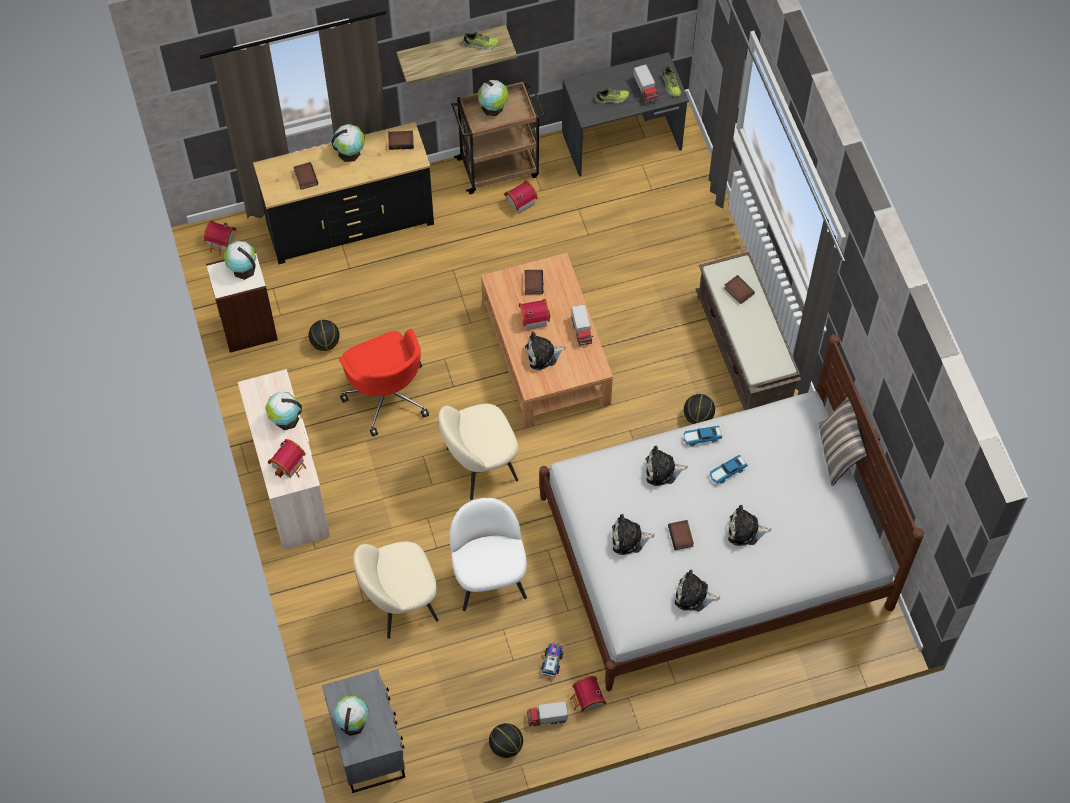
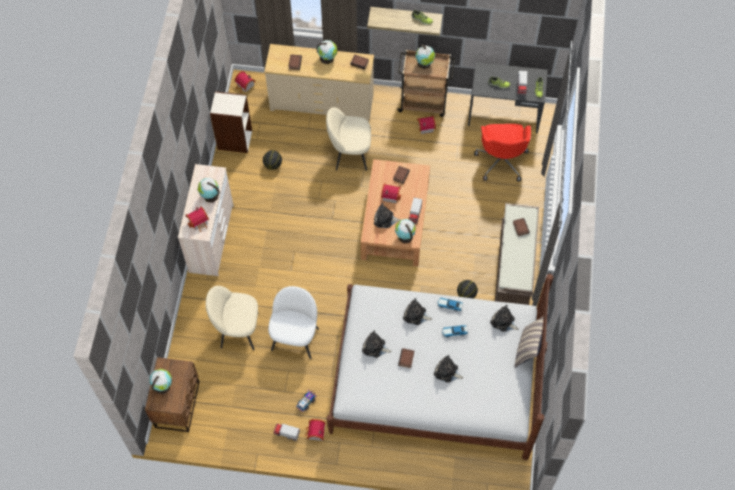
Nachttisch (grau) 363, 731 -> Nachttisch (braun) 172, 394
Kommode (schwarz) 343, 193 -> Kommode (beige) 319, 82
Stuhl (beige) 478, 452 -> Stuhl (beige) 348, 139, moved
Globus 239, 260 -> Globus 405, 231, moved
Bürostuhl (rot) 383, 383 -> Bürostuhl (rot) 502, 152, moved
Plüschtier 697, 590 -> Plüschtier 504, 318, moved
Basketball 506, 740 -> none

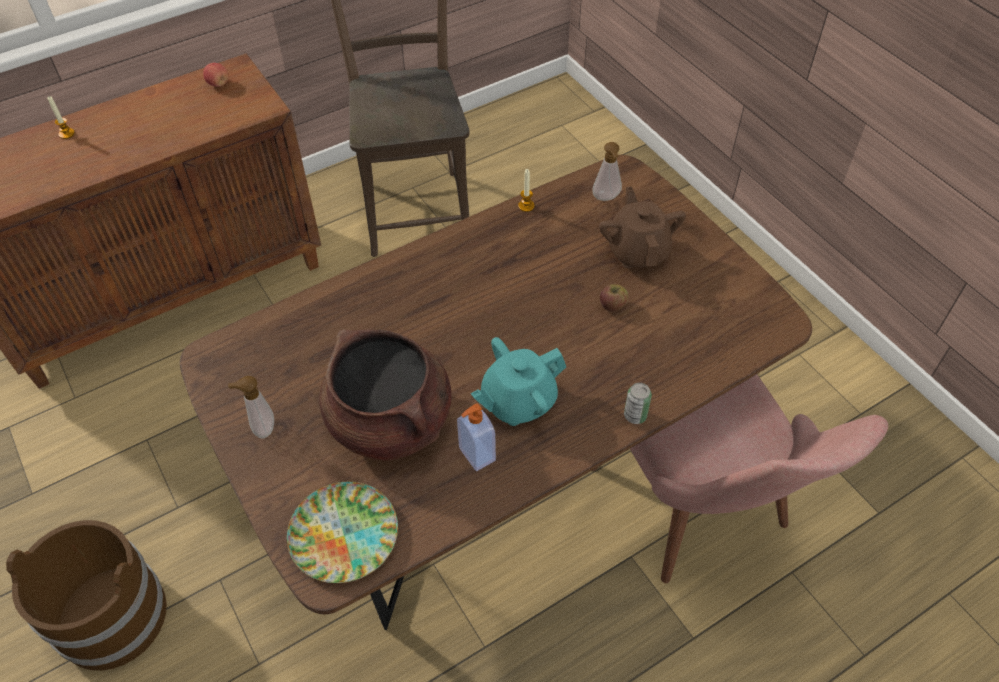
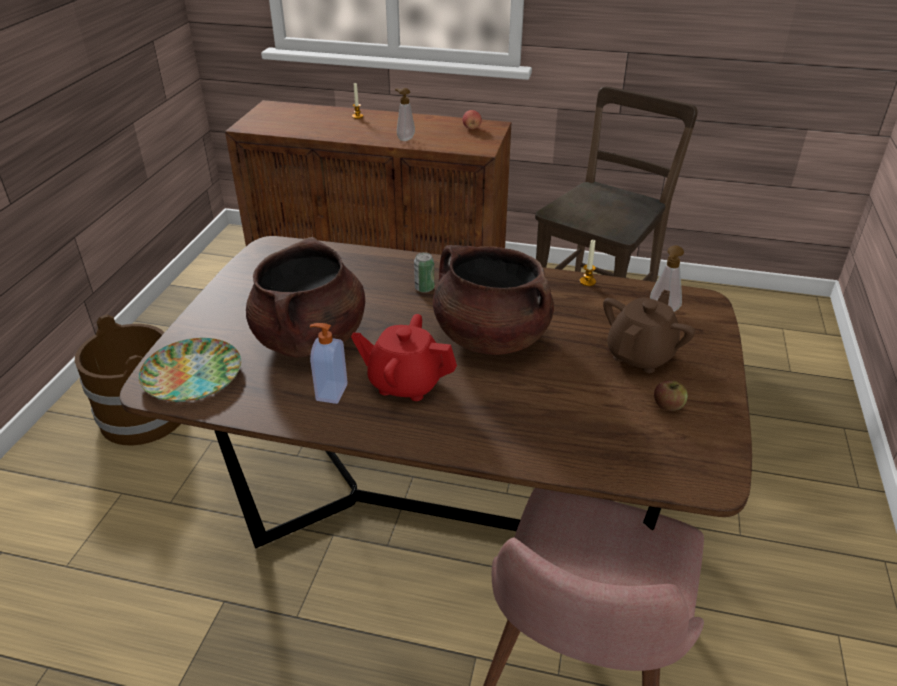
Teekanne (türkis) 518, 381 -> Teekanne (rot) 404, 357
Seifenspender 251, 407 -> Seifenspender 405, 114, moved
Dose 638, 403 -> Dose 424, 272, moved
none -> Kochtopf (braun) 493, 300
Apfel 614, 298 -> Apfel 671, 395, moved

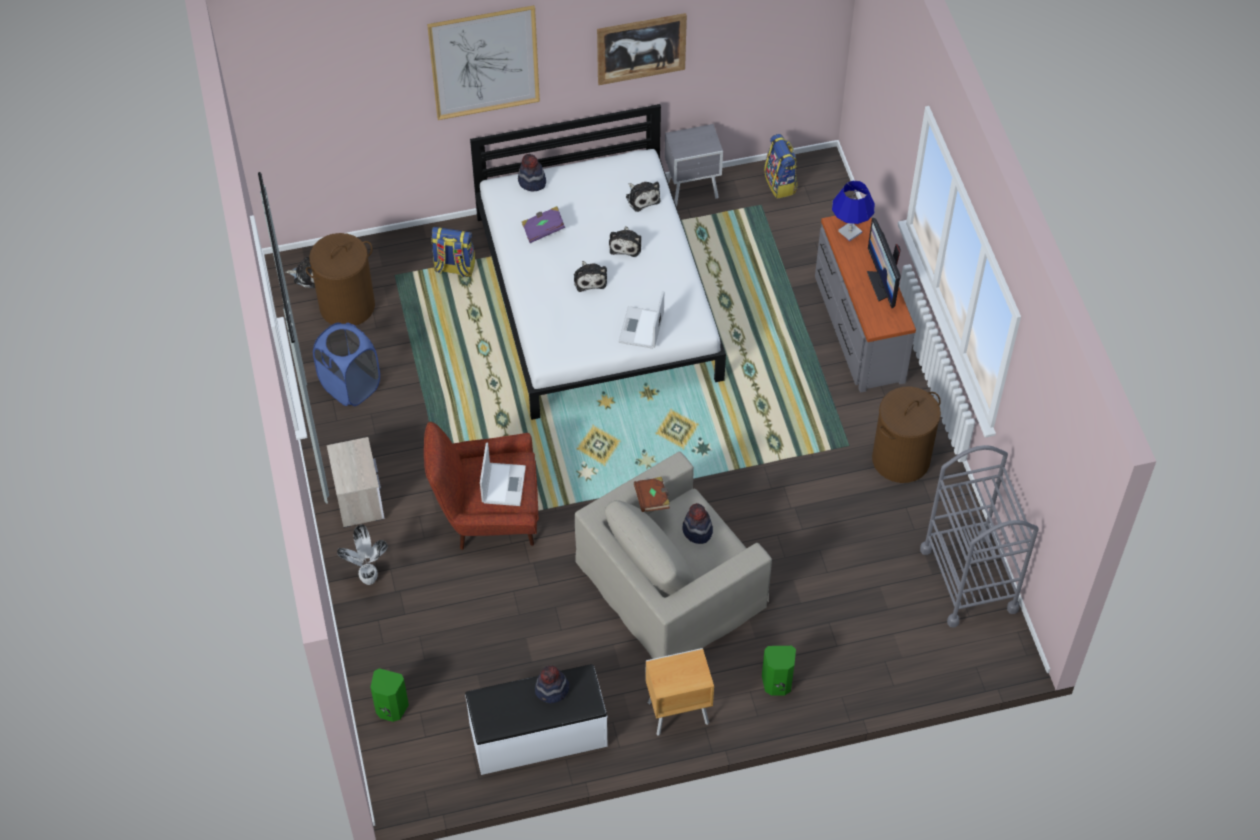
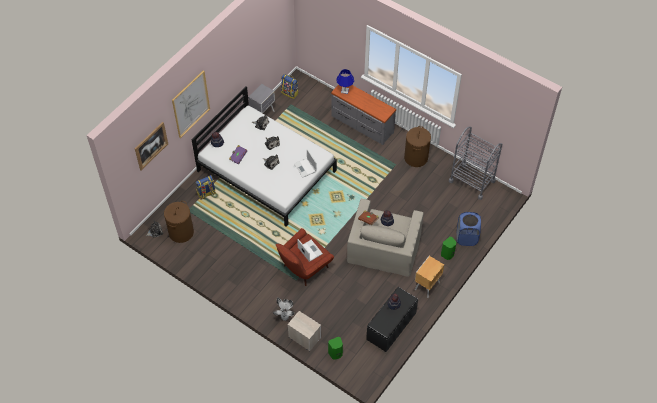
Bild 642, 49 -> Bild 151, 146, moved
Nachttisch 355, 482 -> Nachttisch 304, 331, moved
Bank (weiß) 536, 719 -> Bank (schwarz) 392, 319
Wäschekorb (blau) 346, 364 -> Wäschekorb (blau) 469, 229, moved
Monitor 884, 263 -> none

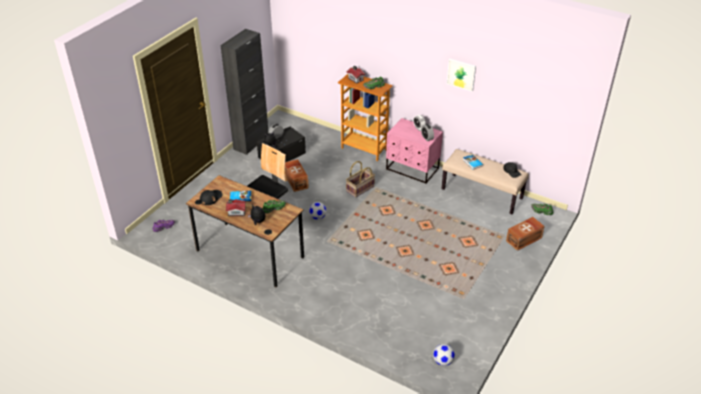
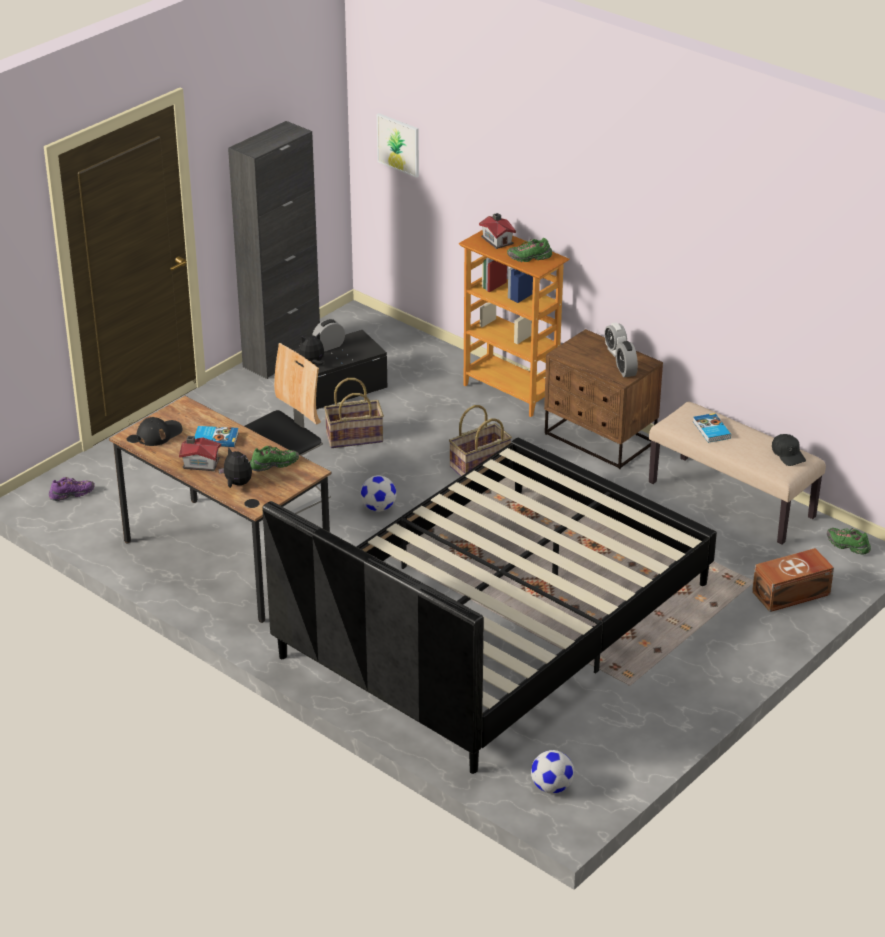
none -> Bett (schwarz) 490, 606
Aufbewahrungsbox (braun) 297, 175 -> Korb 354, 413
Bild 461, 75 -> Bild 398, 145, moved
Nachttisch (rosa) 414, 151 -> Nachttisch (braun) 603, 399

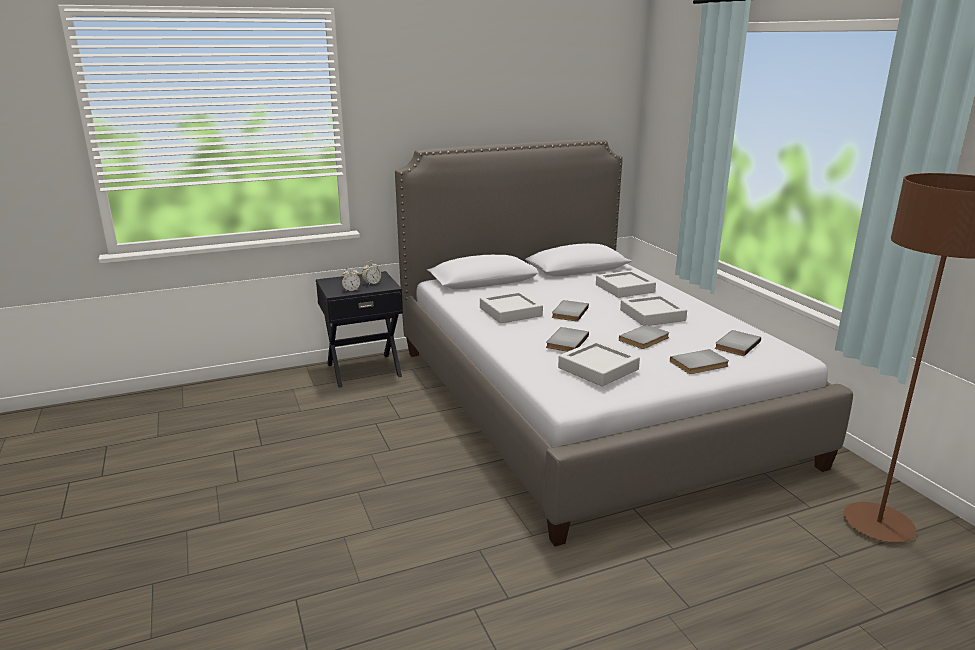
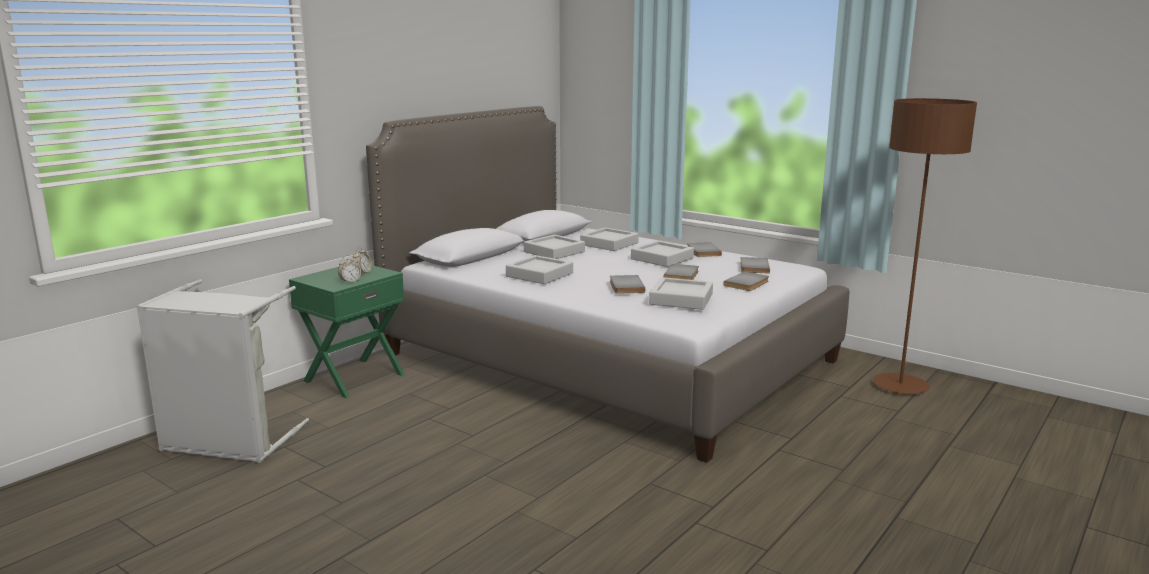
none -> Wäschekorb (grau) 222, 371
Nachttisch (schwarz) 359, 329 -> Nachttisch (grün) 347, 332
none -> Tablett (grau) 554, 247
Buch (grau) 570, 311 -> Buch (grau) 704, 249, moved

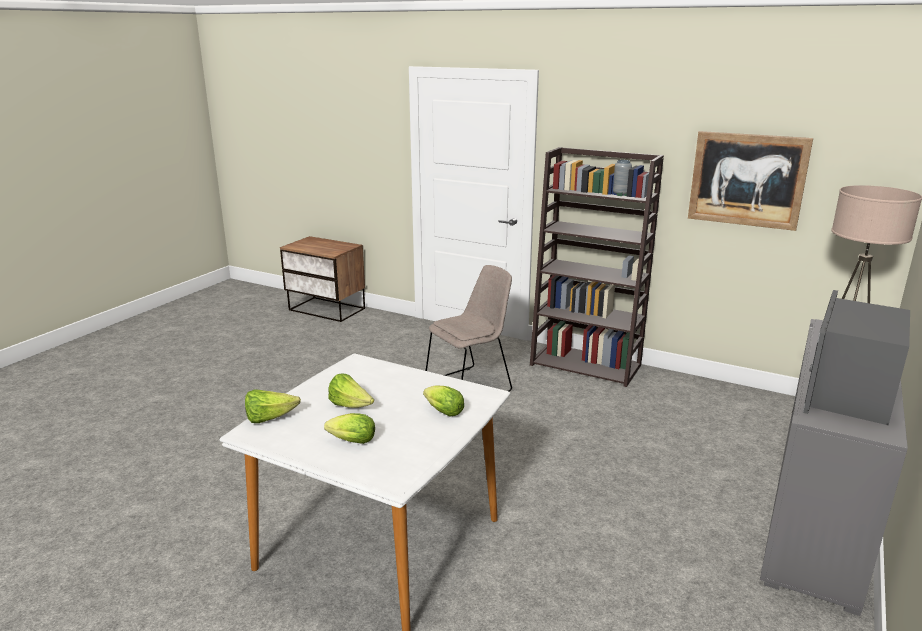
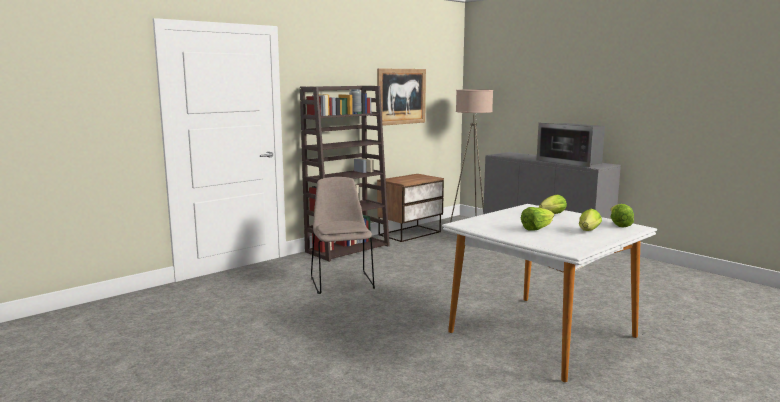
Nachttisch 322, 279 -> Nachttisch 410, 208, moved
Salatkopf 273, 406 -> Salatkopf 622, 215, moved

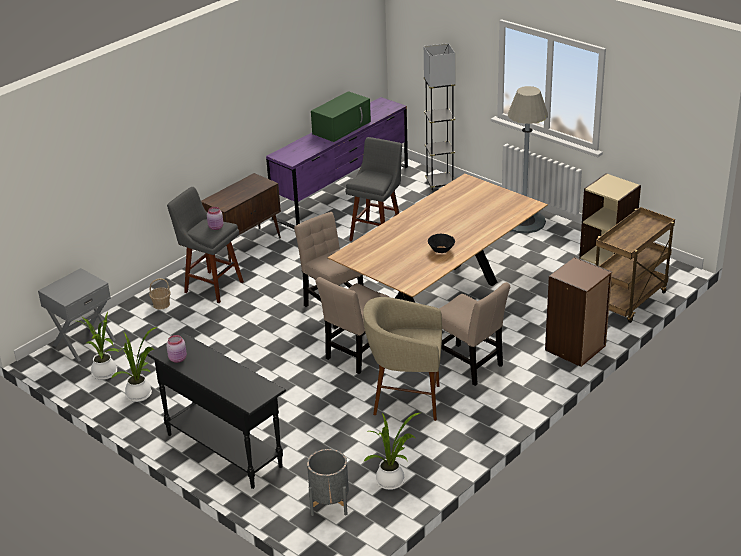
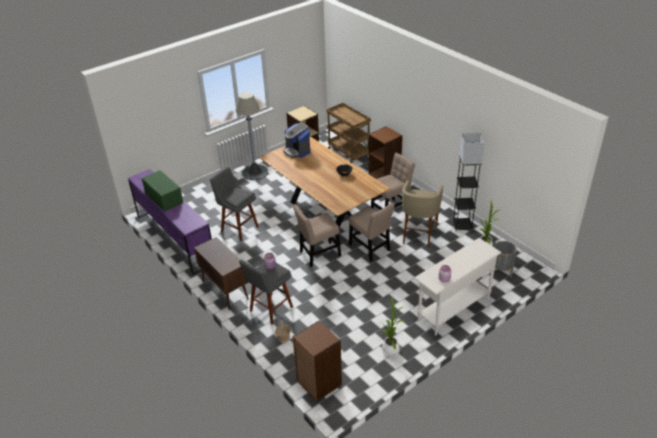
none -> Kaffeemaschine 297, 140
Nachttisch (grau) 77, 314 -> Bücherregal (braun) 317, 361
Konsolentisch (schwarz) 216, 411 -> Konsolentisch (weiß) 458, 286
Stehlampe (grau) 439, 116 -> Stehlampe (grau) 468, 182, moved
Topfpflanze 98, 346 -> none

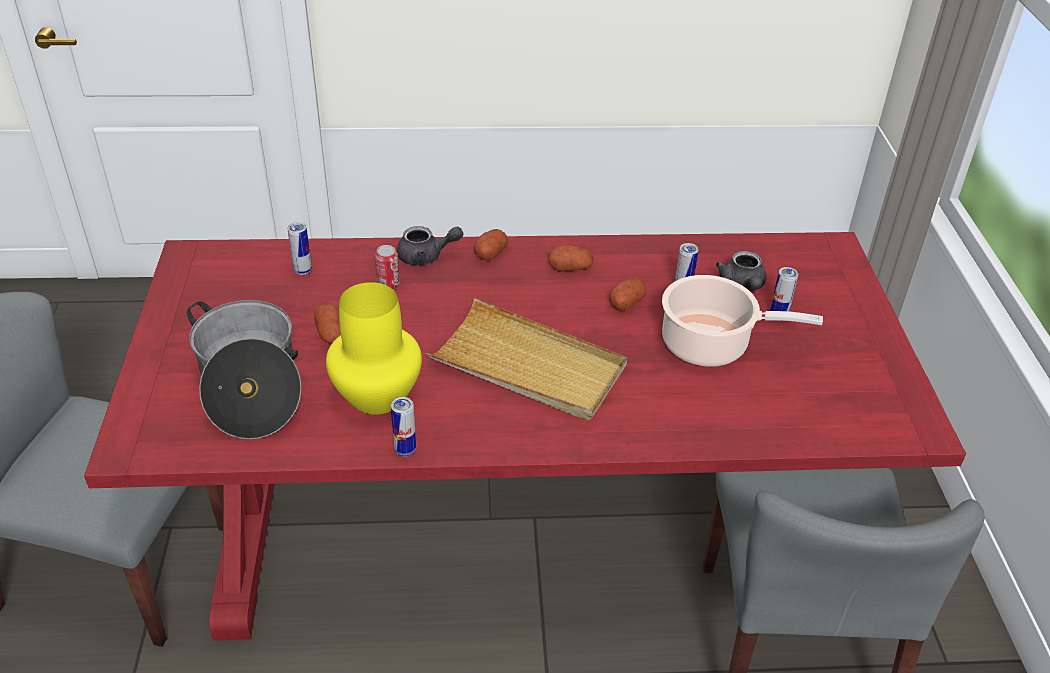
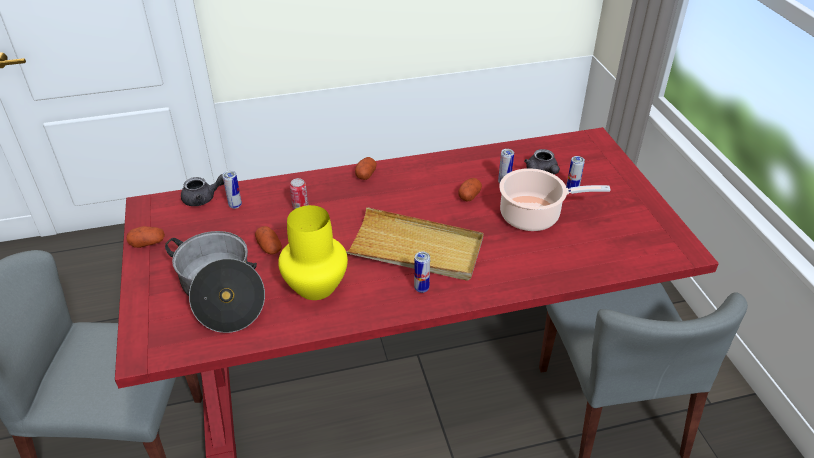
Kartoffel 571, 258 -> Kartoffel 146, 237, moved
Teekanne (grau) 430, 245 -> Teekanne (grau) 202, 190, moved
Dose 403, 426 -> Dose 422, 272, moved

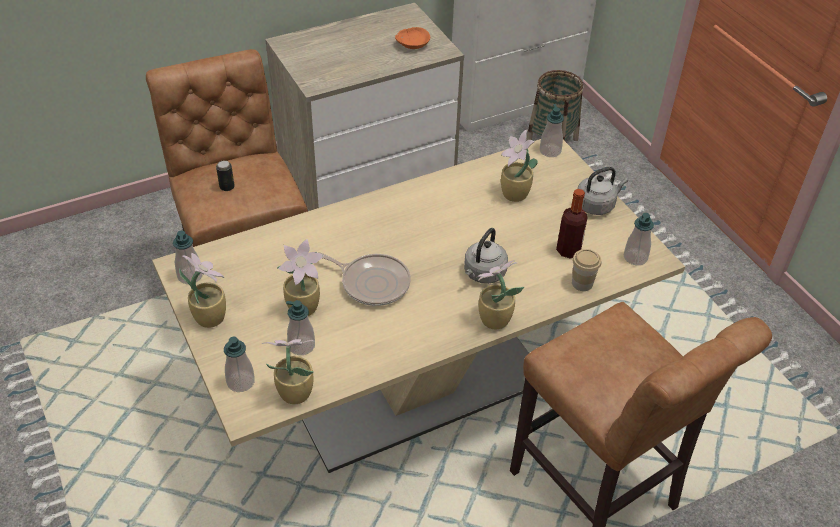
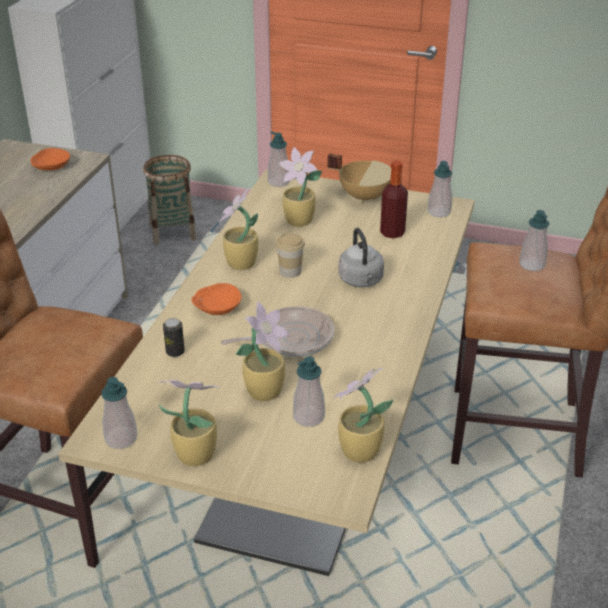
Dose 225, 175 -> Dose 174, 337, moved
none -> Schüssel (orange) 217, 299
Topfpflanze 500, 294 -> Topfpflanze 238, 229, moved
Tasse 586, 270 -> Tasse 290, 255, moved
Wasserkessel (grau) 602, 191 -> Kochtopf (beige) 359, 178
Seifenspender 239, 364 -> Seifenspender 534, 240, moved

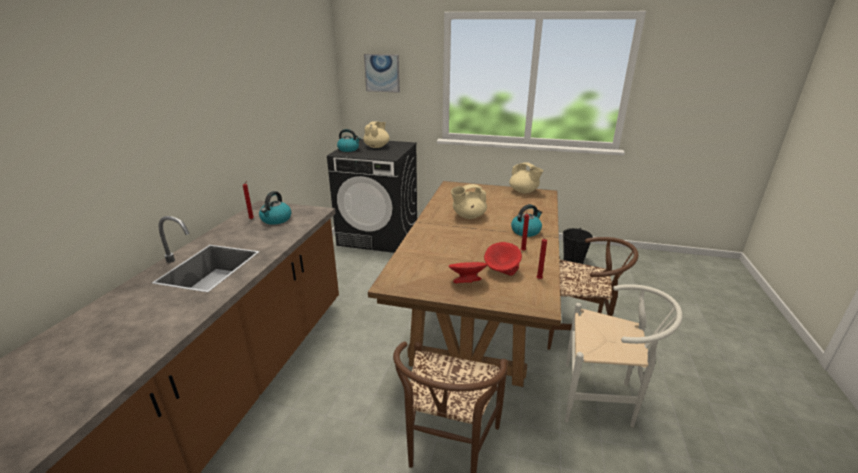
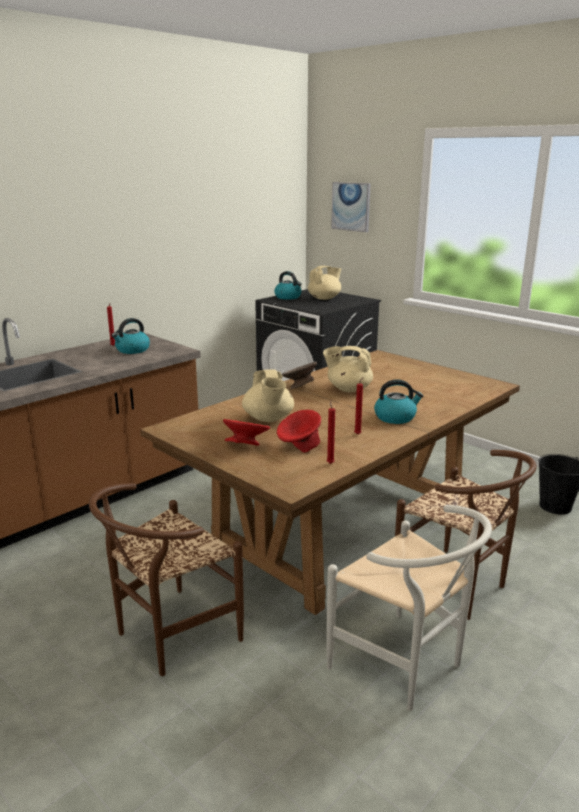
Teekanne (beige) 526, 177 -> Teekanne (beige) 268, 395, moved
none -> Schüssel (grau) 299, 375

